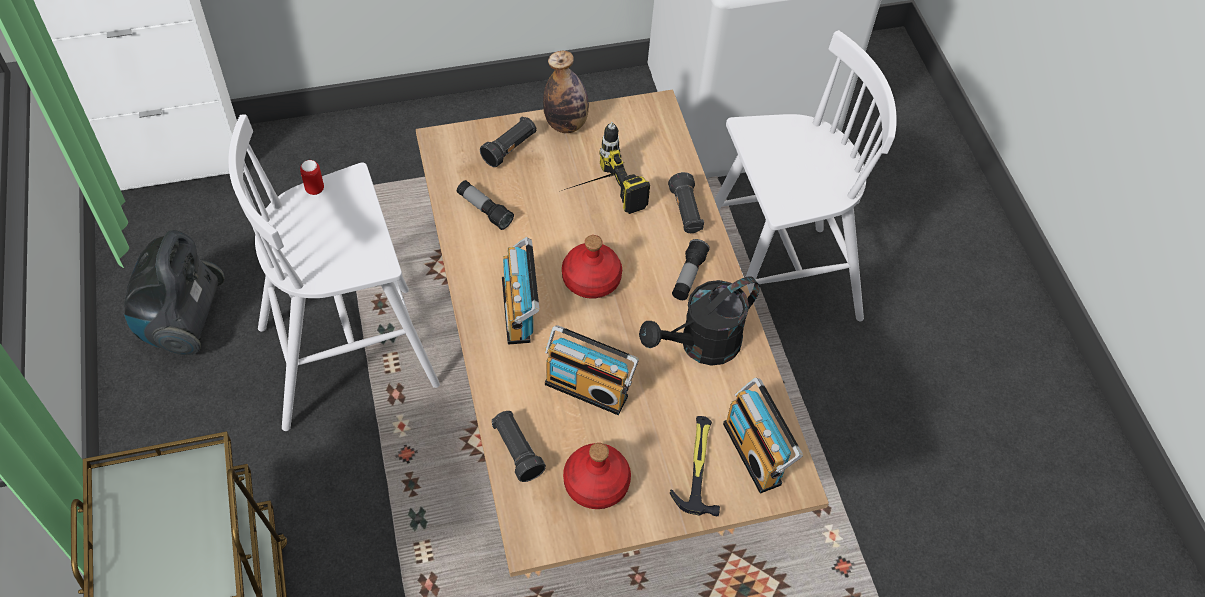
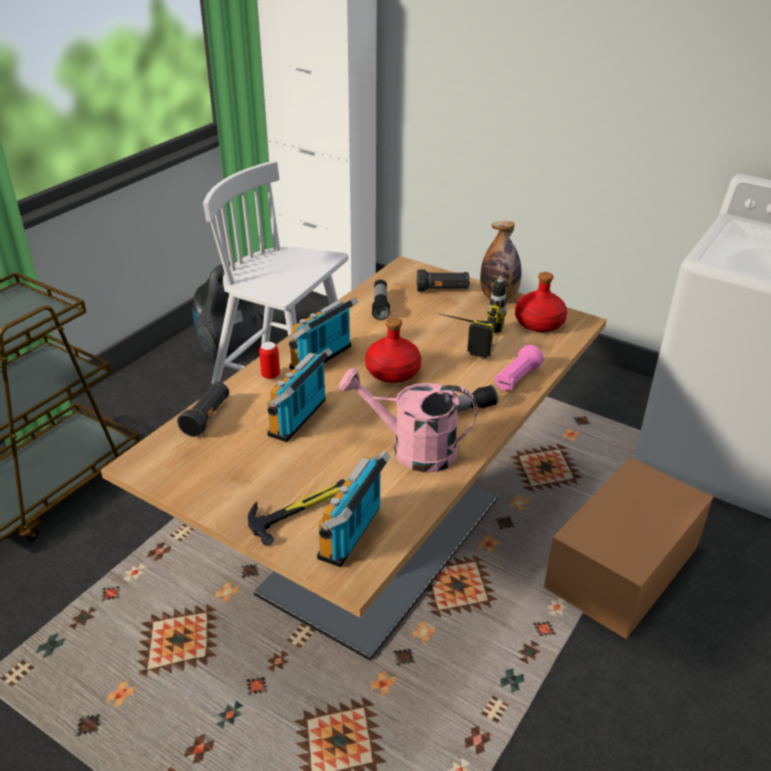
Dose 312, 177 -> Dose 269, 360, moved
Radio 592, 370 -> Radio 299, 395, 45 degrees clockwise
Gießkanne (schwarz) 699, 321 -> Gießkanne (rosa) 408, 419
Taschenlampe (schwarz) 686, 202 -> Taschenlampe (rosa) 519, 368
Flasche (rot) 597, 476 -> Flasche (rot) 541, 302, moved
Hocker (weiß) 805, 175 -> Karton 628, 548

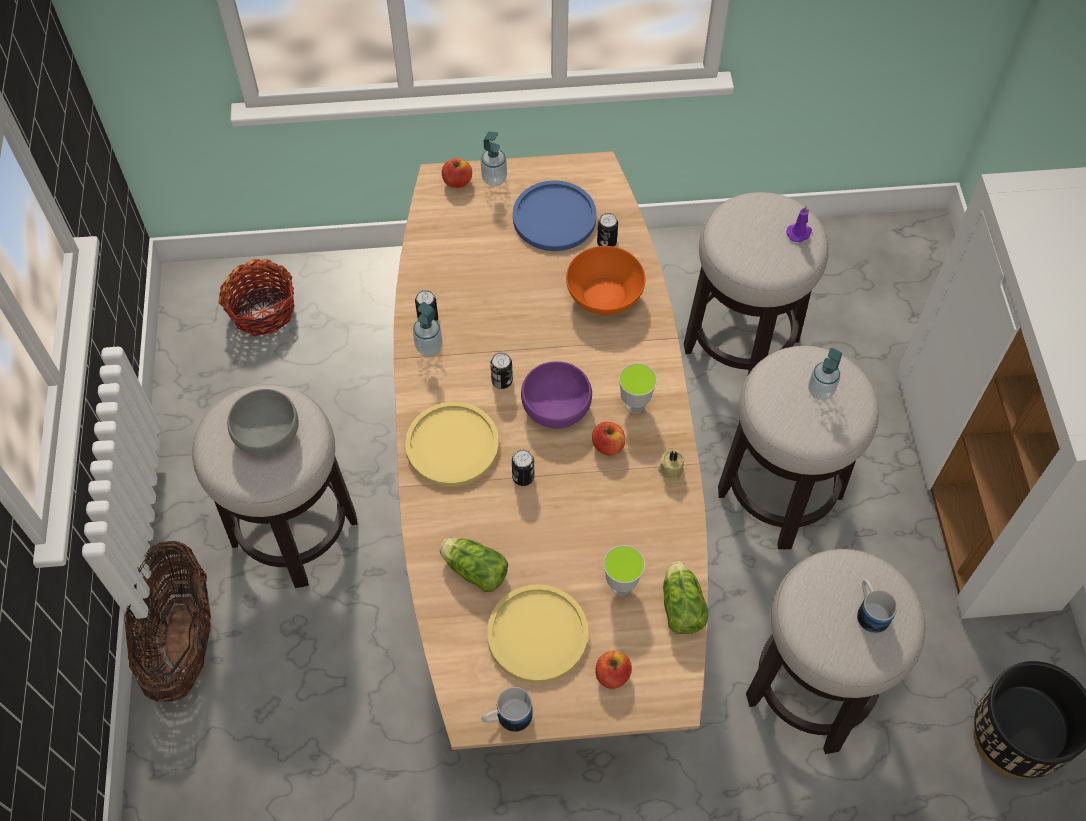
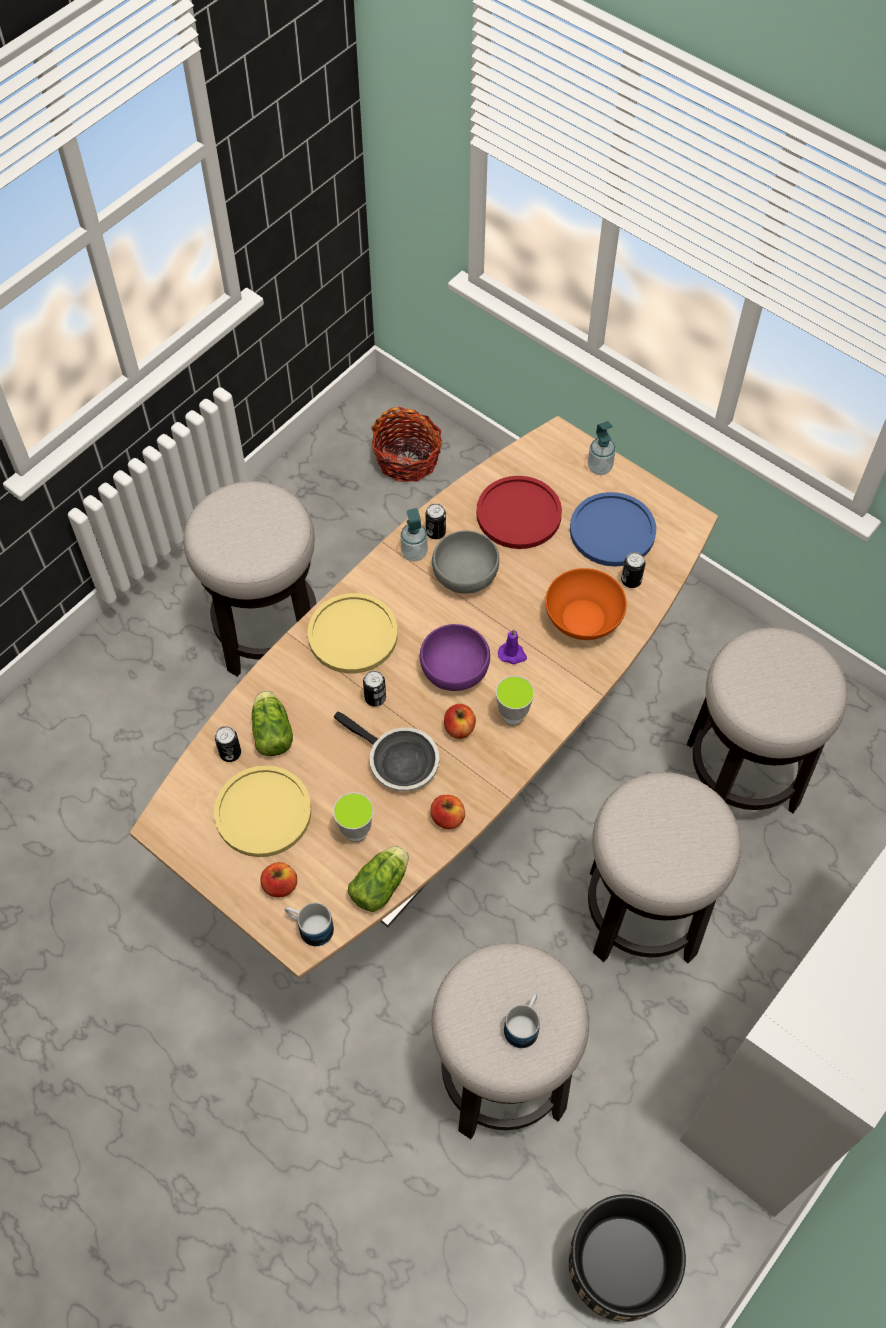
Dose 501, 370 -> Dose 228, 744, moved
Henkelbecher 507, 709 -> Henkelbecher 309, 924, moved
none -> Pfanne 386, 751
Apfel 457, 173 -> Apfel 447, 812, moved
Schüssel (grau) 263, 422 -> Schüssel (grau) 465, 562, moved
none -> Teller (rot) 519, 512
Kerze (lila) 799, 224 -> Kerze (lila) 512, 646, moved
Korb 168, 621 -> none
Kerze (beige) 671, 464 -> none
Seifenspender 825, 374 -> none

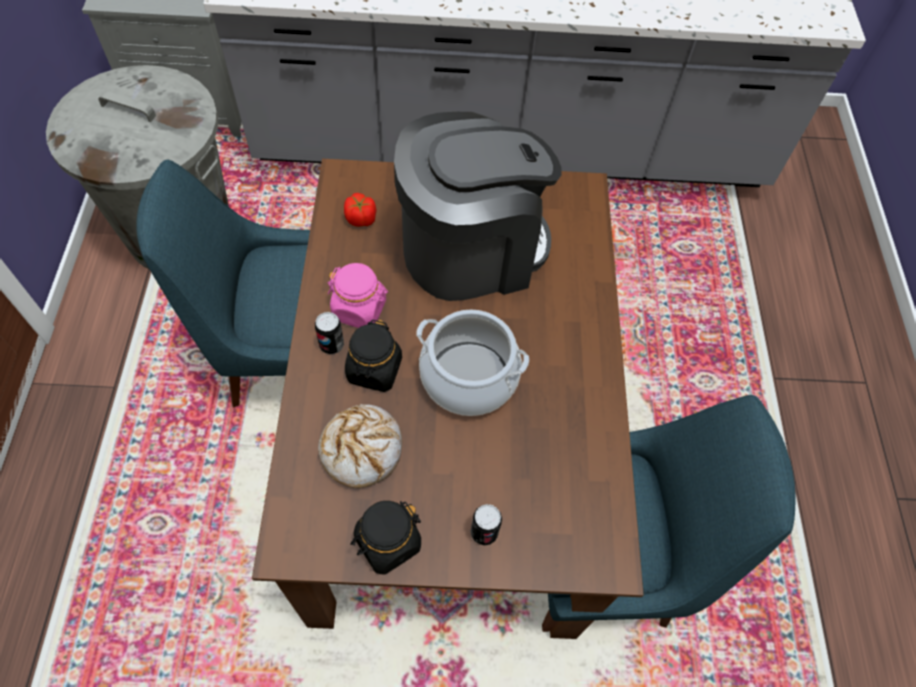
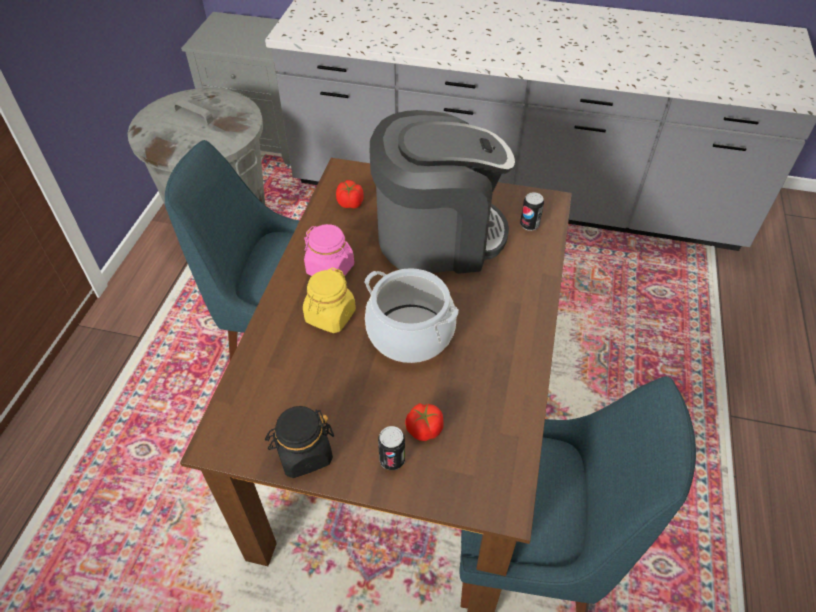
Vorratsglas (schwarz) 373, 356 -> Vorratsglas (gelb) 329, 300
none -> Tomate 424, 422
Dose 329, 333 -> Dose 532, 211, moved
Brot 360, 446 -> none

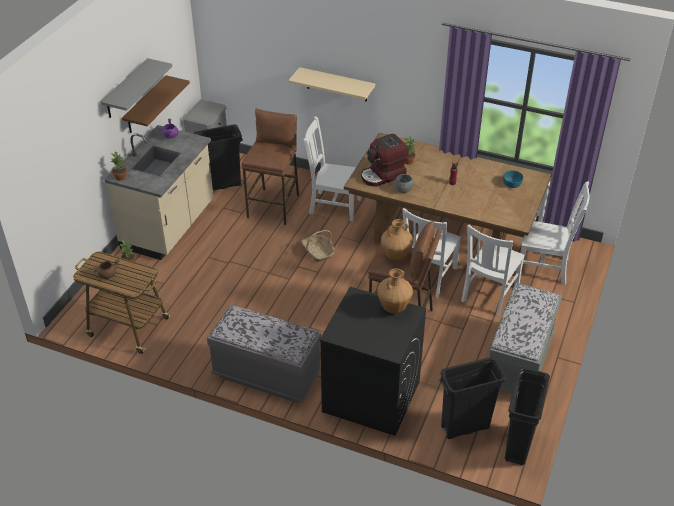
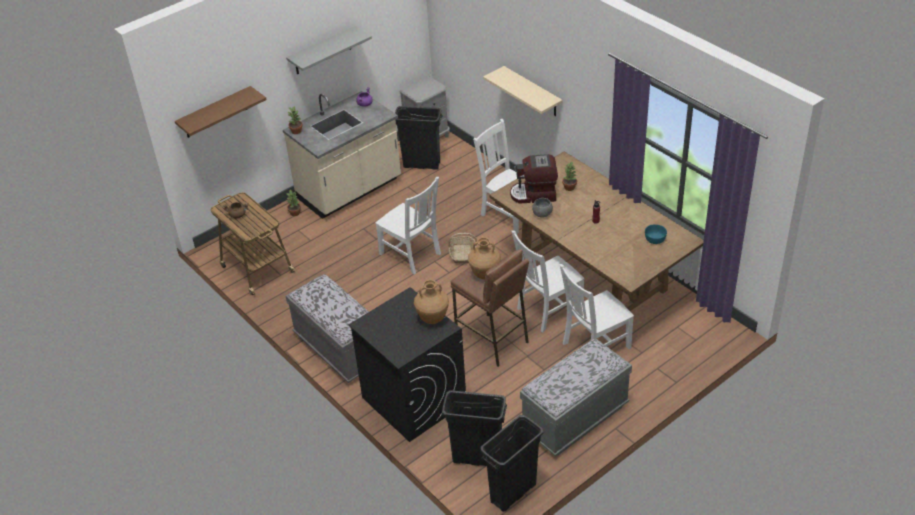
Wandregal (braun) 156, 104 -> Wandregal (braun) 221, 112, moved
Stuhl (weiß) 554, 232 -> Stuhl (weiß) 408, 225, moved
Hocker (braun) 270, 166 -> none

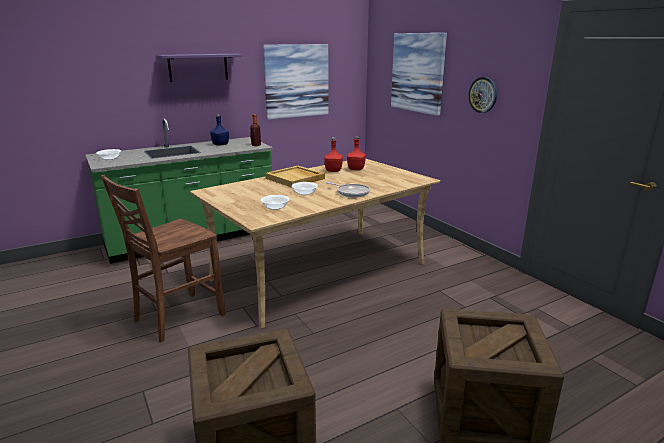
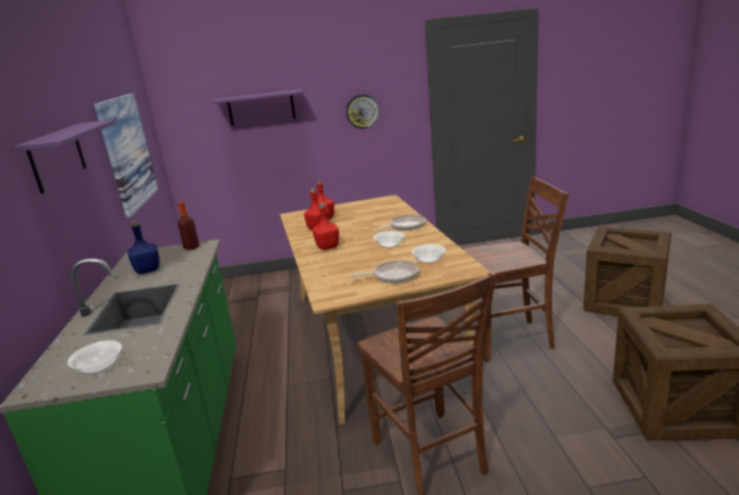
Bild 419, 74 -> Wandregal (lila) 258, 107
Tablett (beige) 295, 177 -> Flasche (rot) 325, 226
none -> Pfanne 384, 271
none -> Stuhl (braun) 516, 269

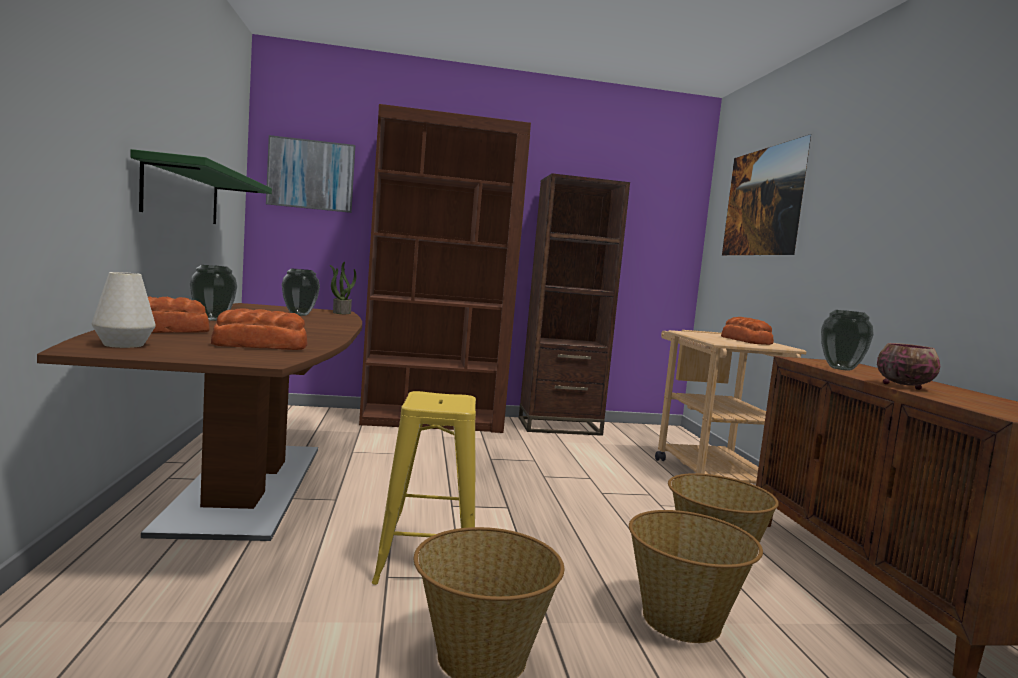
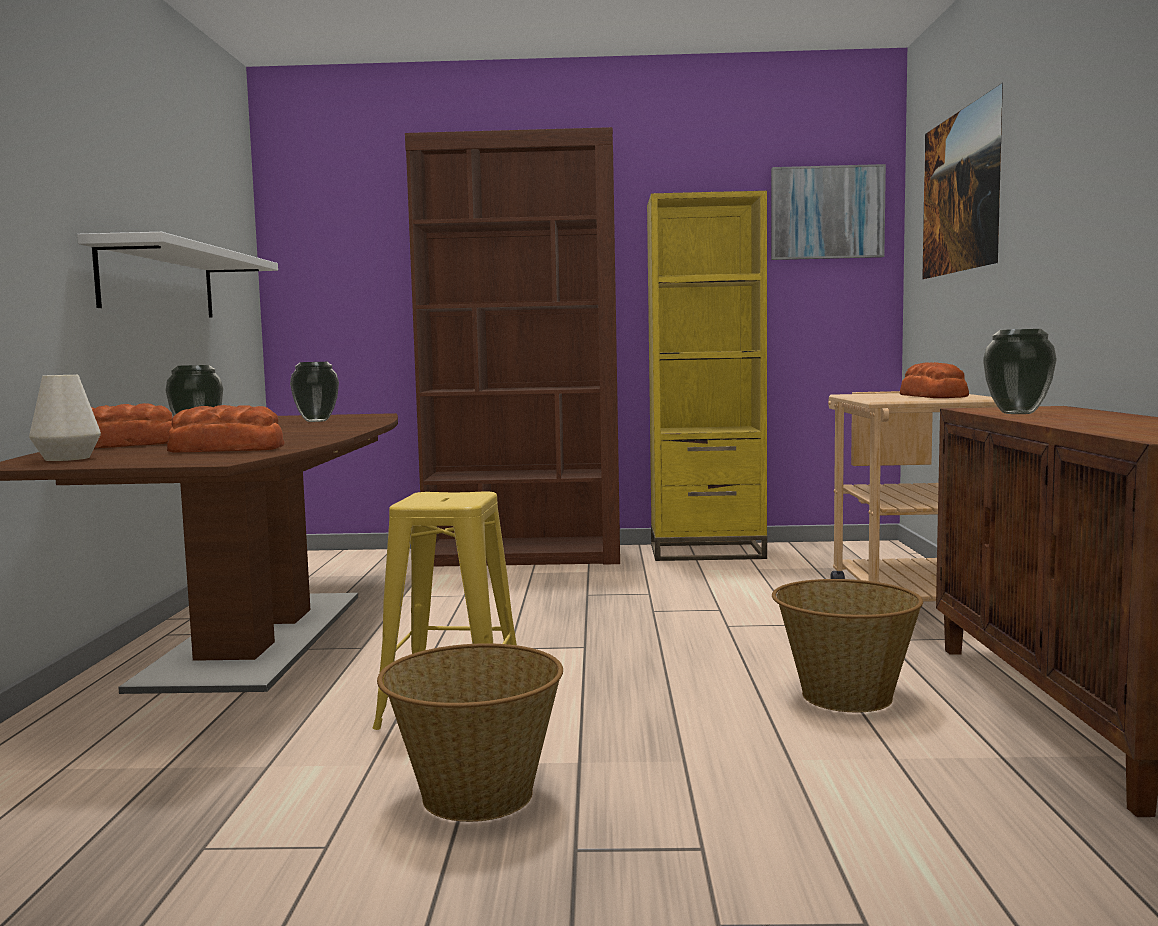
Wandregal (grün) 201, 186 -> Wandregal (weiß) 177, 275
Bücherregal (braun) 574, 304 -> Bücherregal (gelb) 707, 376
Bild 310, 174 -> Bild 828, 212, moved
Topfpflanze 343, 288 -> none
Korb 696, 576 -> none
Schüssel 908, 366 -> none

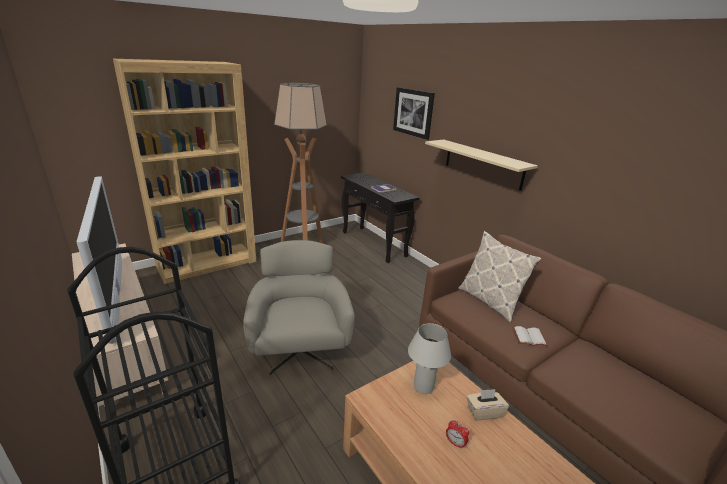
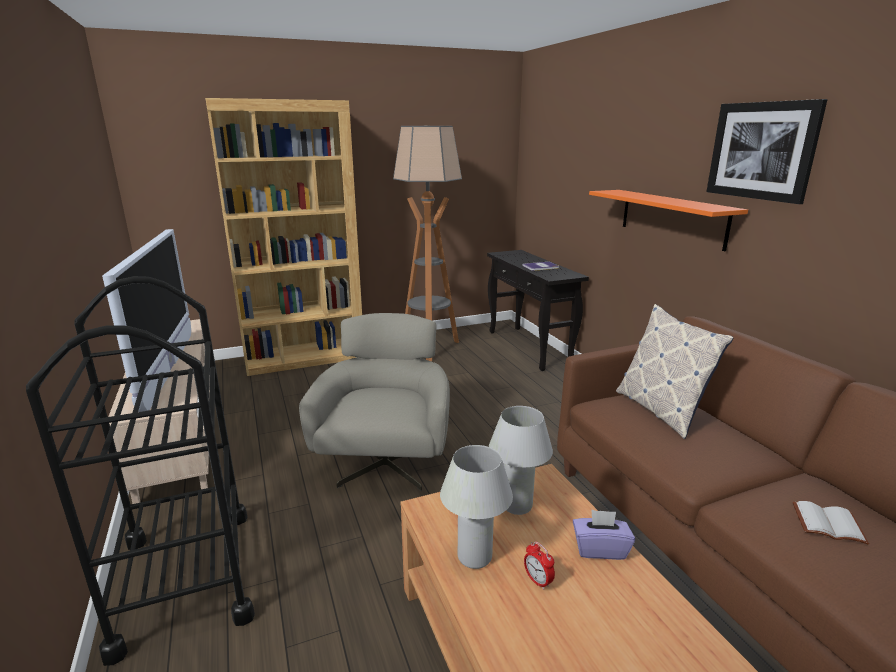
none -> Tischlampe (weiß) 476, 507
Taschentuchbox (beige) 488, 404 -> Taschentuchbox (lila) 604, 535
Wandregal (beige) 481, 165 -> Wandregal (orange) 668, 220
Bild 414, 113 -> Bild 766, 151, moved
Buch (weiß) 530, 336 -> Buch (weiß) 831, 523, moved

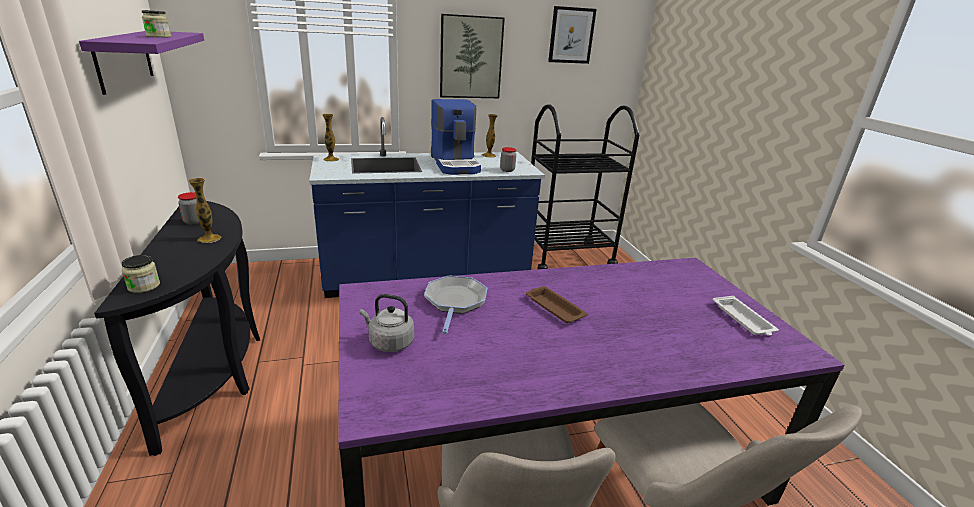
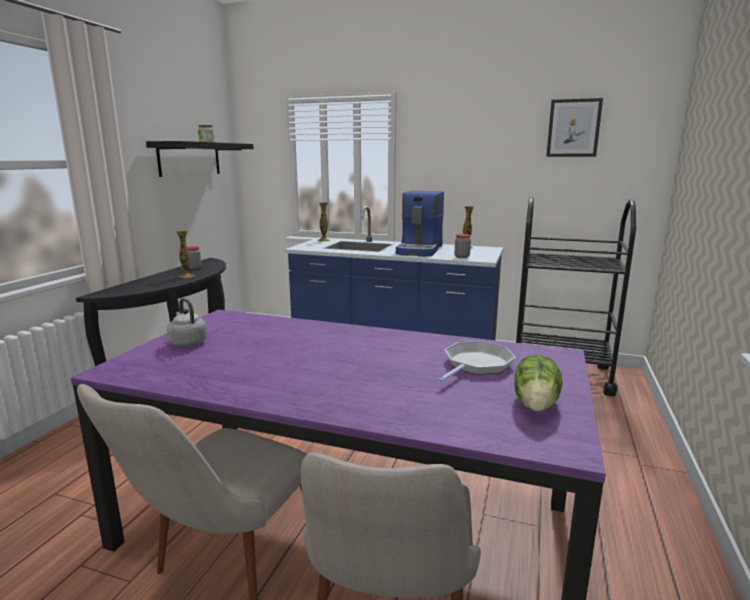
Wandregal (lila) 141, 63 -> Wandregal (schwarz) 200, 159
Pfanne 455, 304 -> Pfanne 477, 361, moved
Tablett (weiß) 746, 316 -> Salatkopf 538, 383
Vorratsglas 141, 274 -> none
Bild 472, 56 -> none
Tablett (braun) 557, 304 -> none

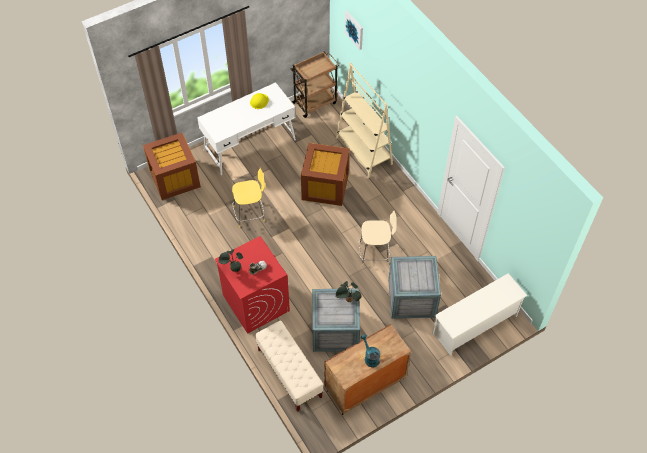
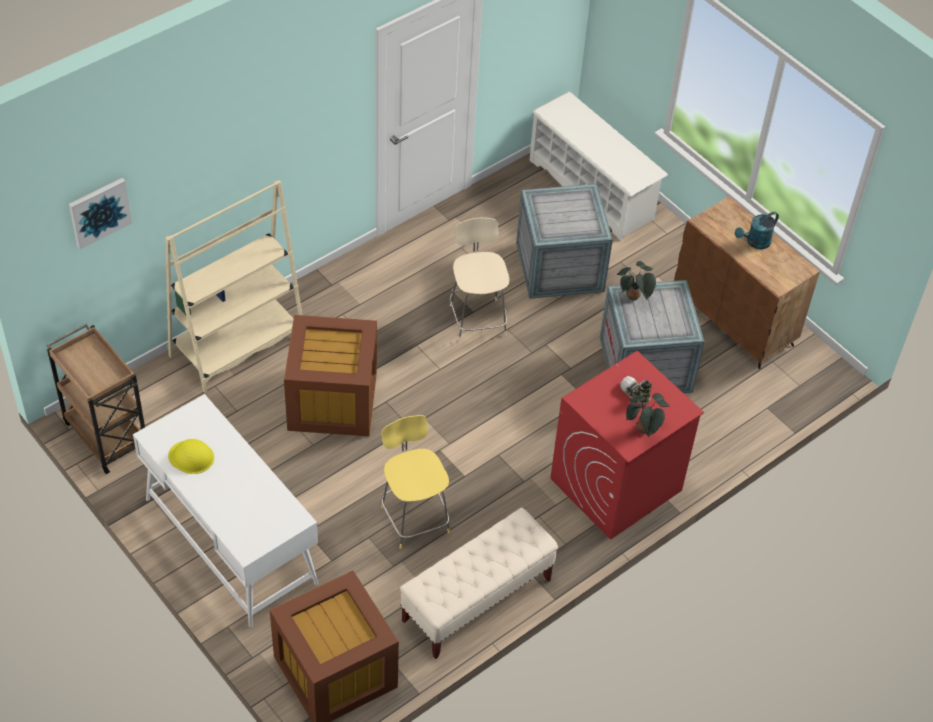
Bank (beige) 289, 366 -> Bank (beige) 479, 583, moved

